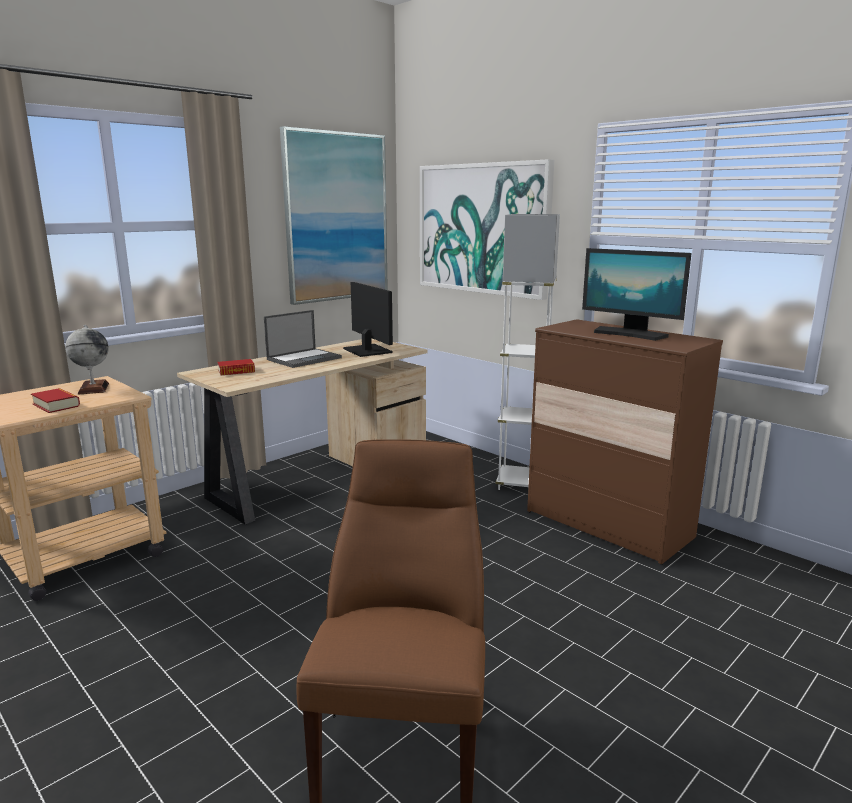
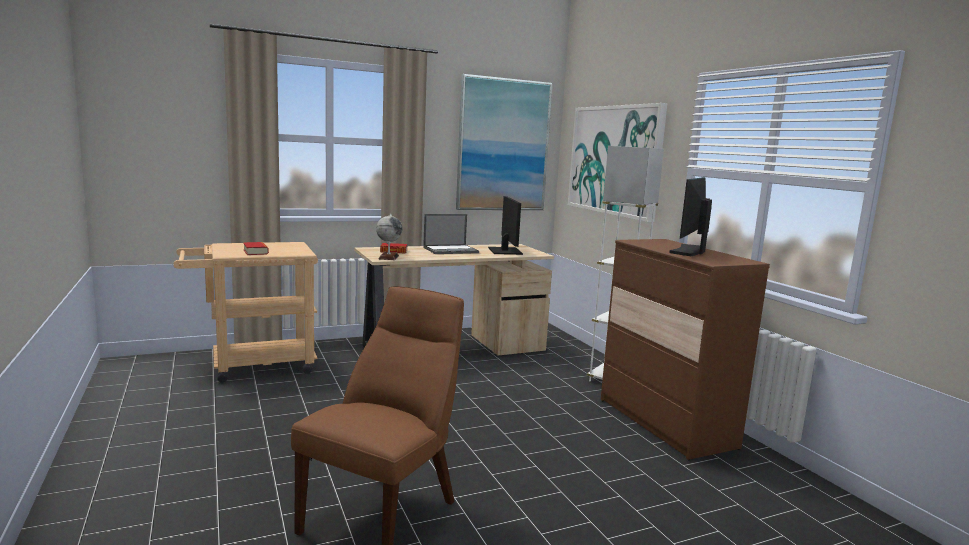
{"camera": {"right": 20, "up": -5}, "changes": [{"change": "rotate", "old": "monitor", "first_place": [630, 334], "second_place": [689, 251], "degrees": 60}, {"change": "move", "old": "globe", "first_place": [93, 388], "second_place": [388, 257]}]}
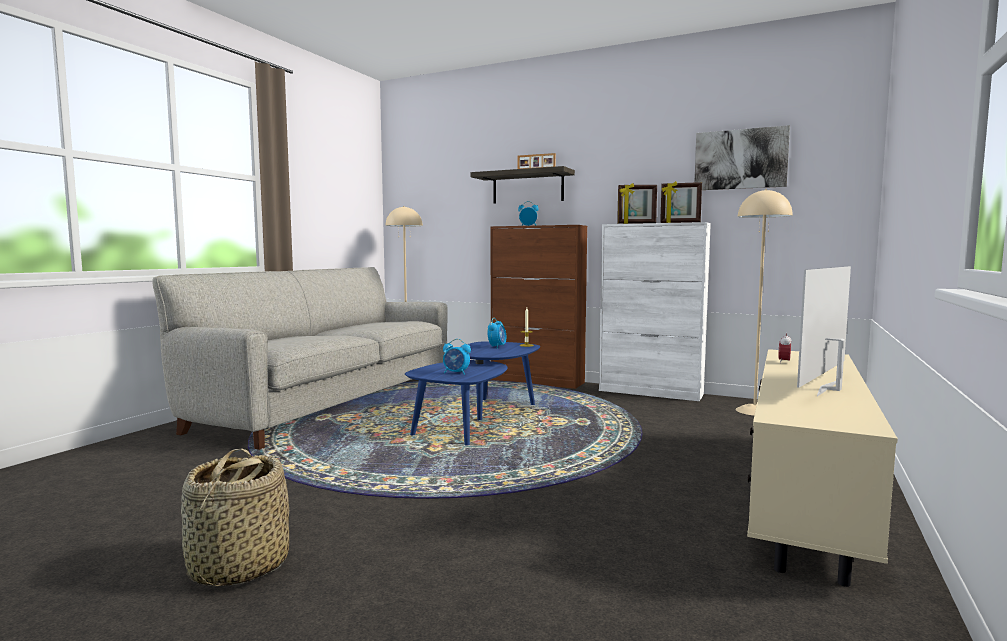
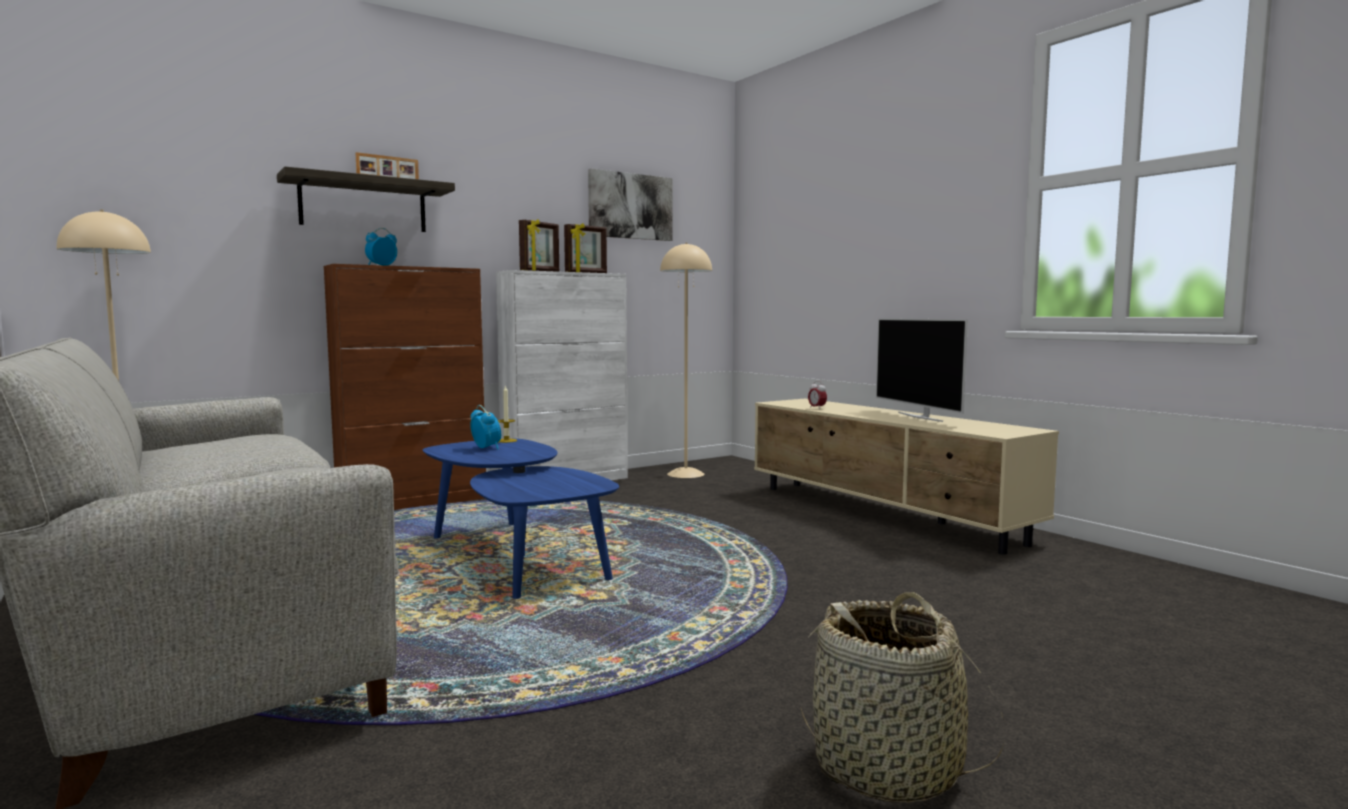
{"camera": {"right": -60, "up": 0}, "changes": [{"change": "delete", "old": "alarm clock", "first_place": [456, 373]}]}
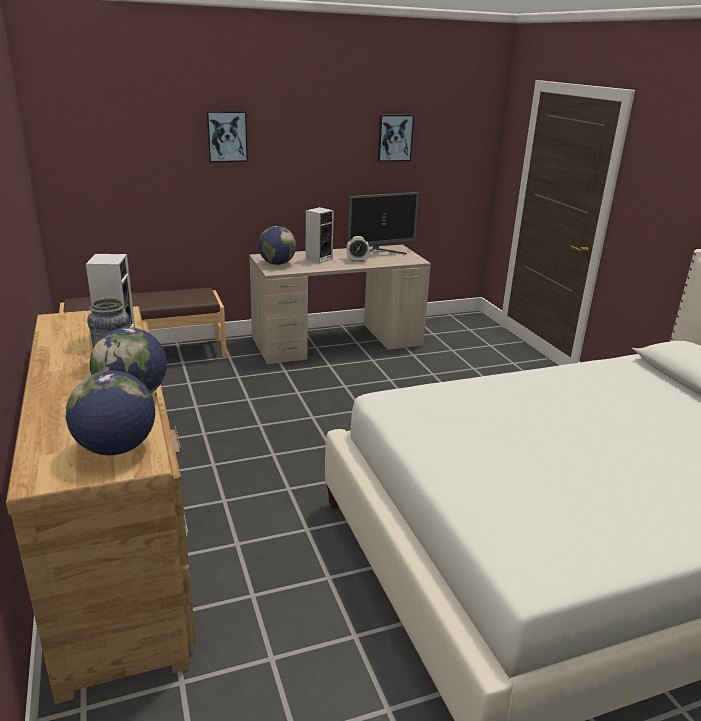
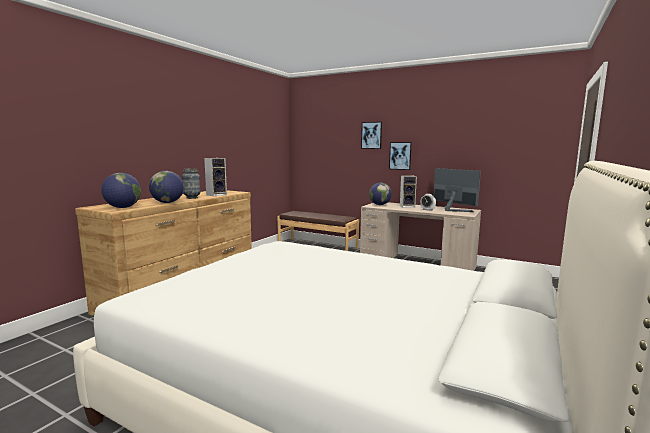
{"camera": {"right": 50, "up": -15}, "changes": [{"change": "move", "old": "picture", "first_place": [395, 138], "second_place": [400, 156]}, {"change": "rotate", "old": "monitor", "first_place": [380, 253], "second_place": [452, 210], "degrees": -150}]}
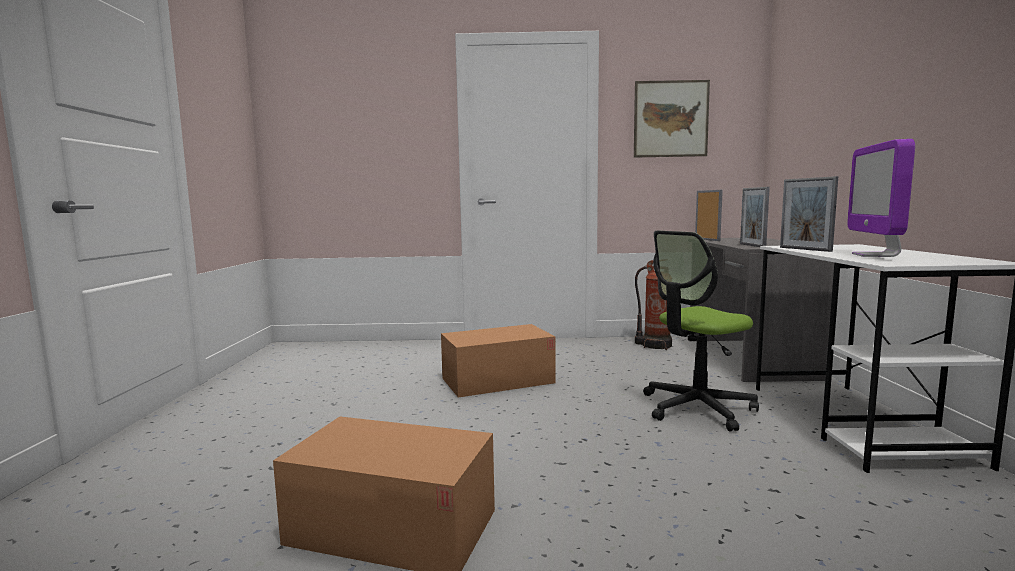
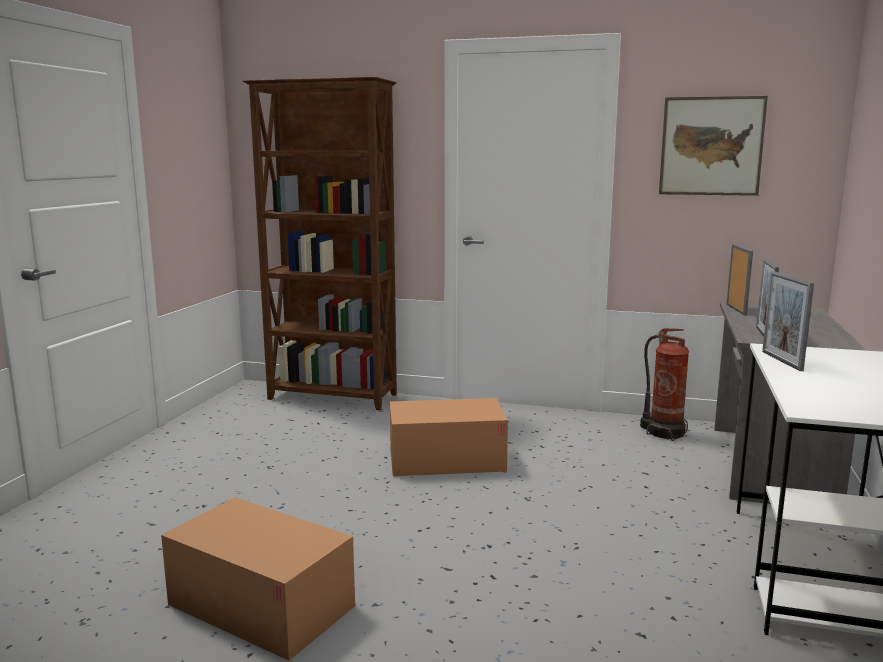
{"camera": {"right": 15, "up": 5}, "changes": [{"change": "delete", "old": "monitor", "first_place": [875, 255]}, {"change": "delete", "old": "office chair", "first_place": [697, 408]}, {"change": "insert", "new": "bookcase (brown)", "second_place": [333, 397]}]}
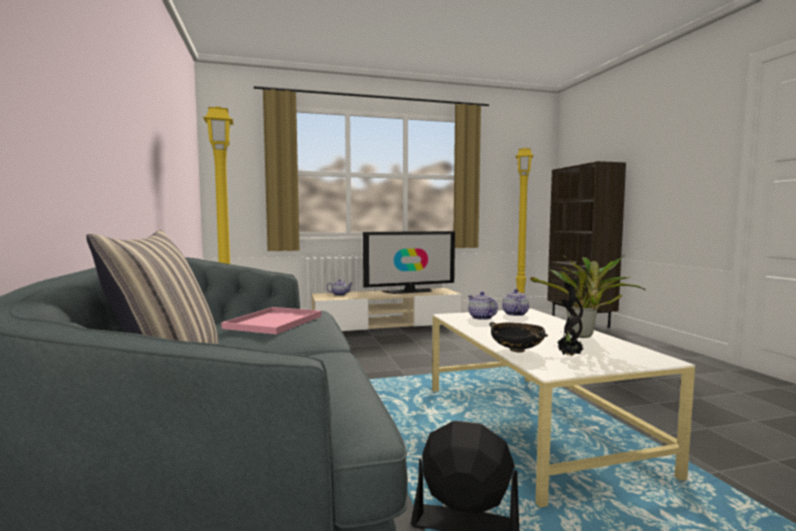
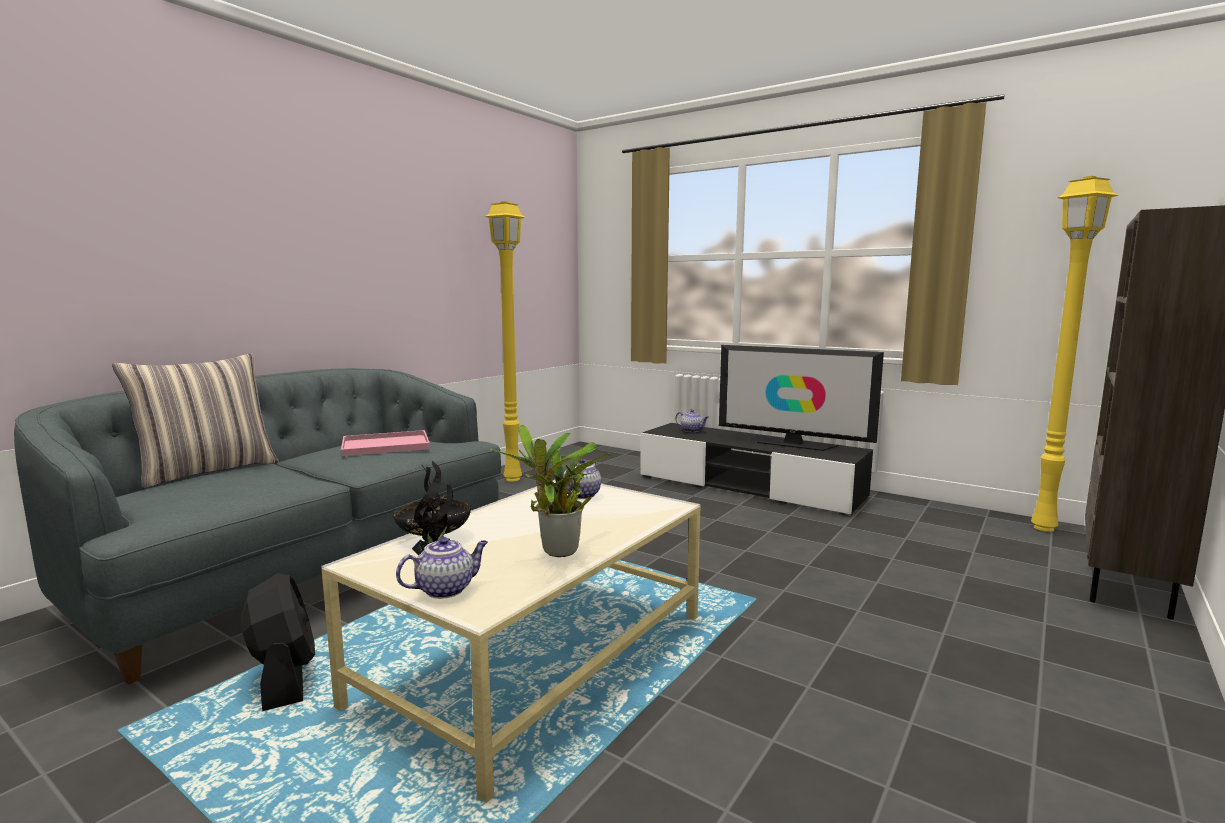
{"camera": {"right": 50, "up": 5}, "changes": [{"change": "recolor", "old": "tv stand (beige)", "new": "tv stand (black)", "first_place": [386, 325], "second_place": [748, 487]}, {"change": "move", "old": "teapot", "first_place": [514, 314], "second_place": [446, 589]}]}
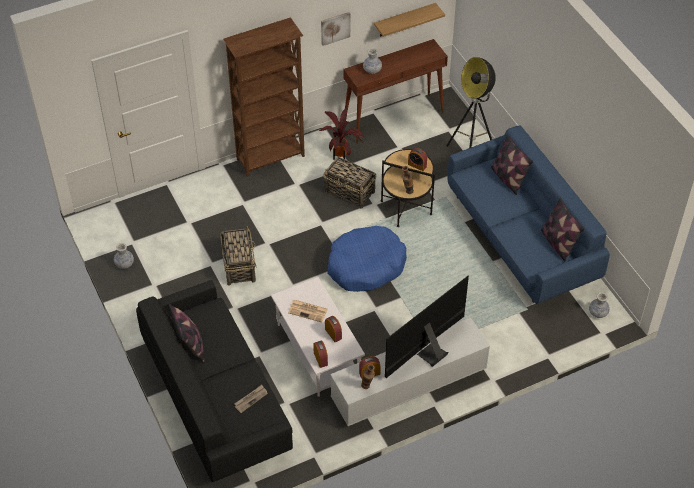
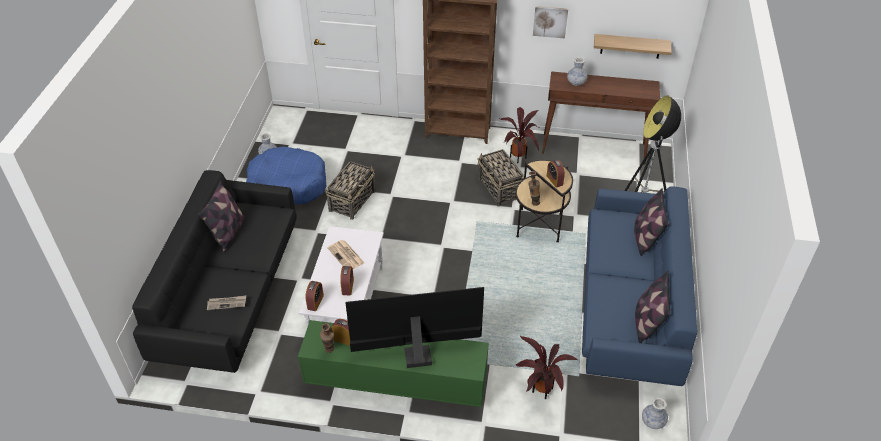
{"camera": {"right": 35, "up": -5}, "changes": [{"change": "move", "old": "dog bed (blue)", "first_place": [365, 266], "second_place": [288, 184]}, {"change": "recolor", "old": "tv stand (white)", "new": "tv stand (green)", "first_place": [407, 388], "second_place": [395, 382]}, {"change": "insert", "new": "potted plant", "second_place": [540, 391]}]}
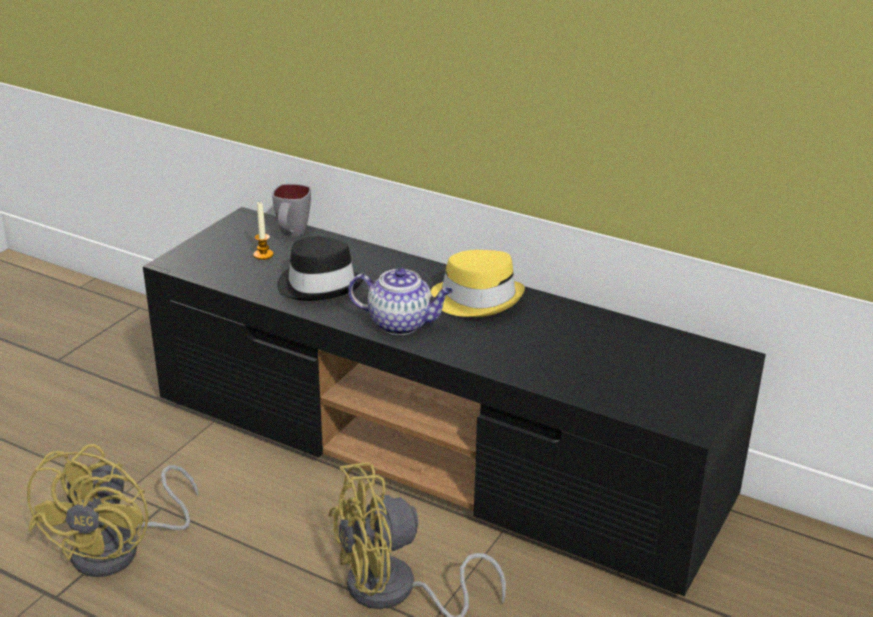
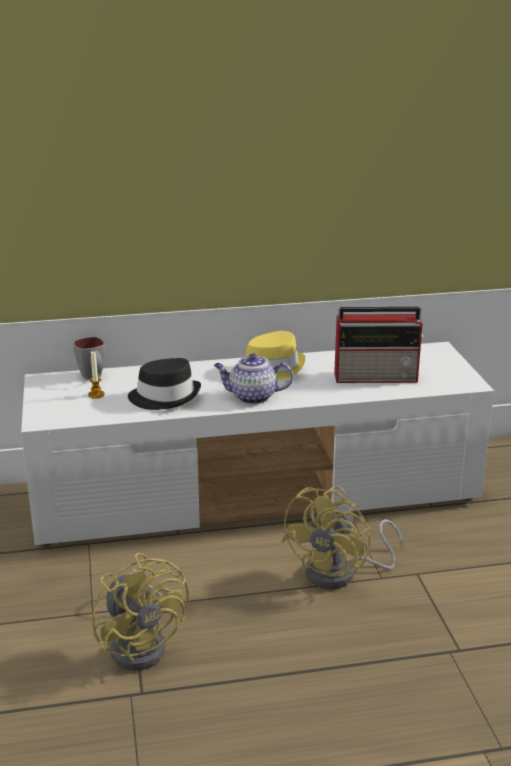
{"camera": {"right": -40, "up": -5}, "changes": [{"change": "recolor", "old": "tv stand (black)", "new": "tv stand (white)", "first_place": [438, 452], "second_place": [258, 494]}, {"change": "rotate", "old": "teapot", "first_place": [402, 324], "second_place": [252, 397], "degrees": -150}, {"change": "insert", "new": "radio", "second_place": [377, 377]}]}
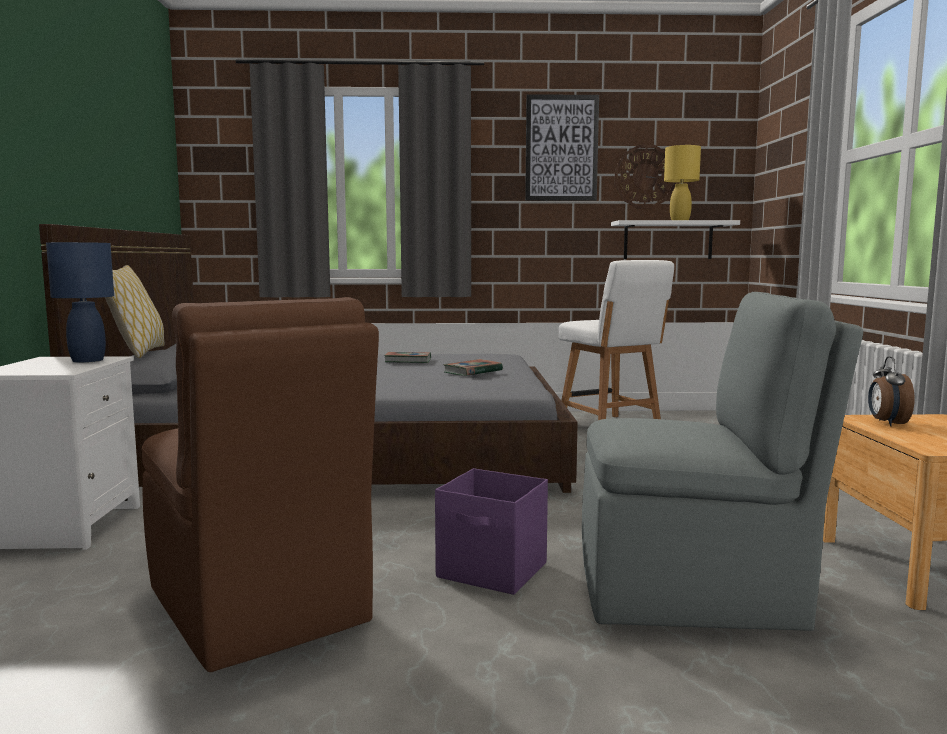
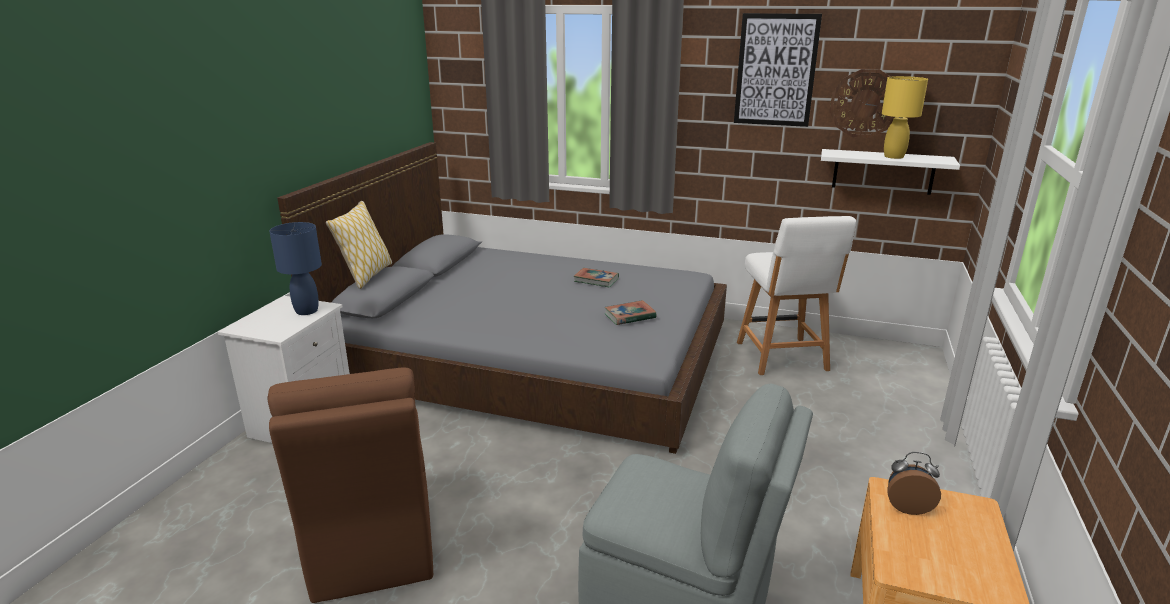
{"camera": {"right": 20, "up": 15}, "changes": [{"change": "rotate", "old": "alarm clock", "first_place": [886, 423], "second_place": [907, 506], "degrees": 75}, {"change": "delete", "old": "storage box (purple)", "first_place": [493, 571]}]}
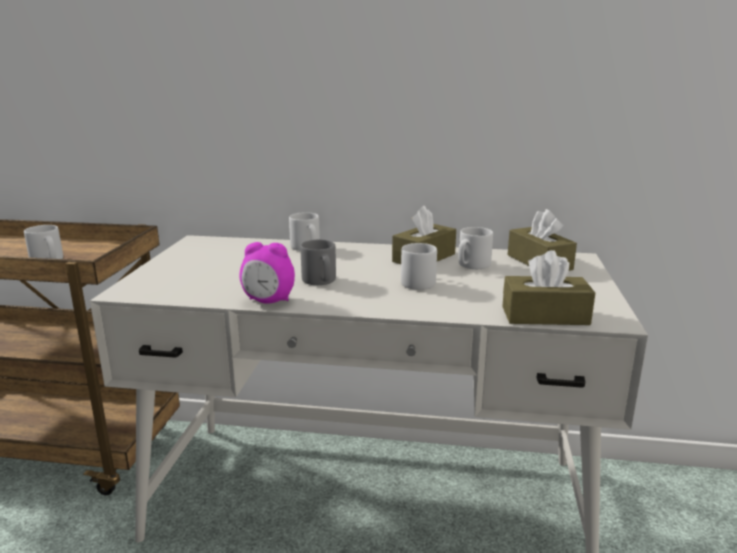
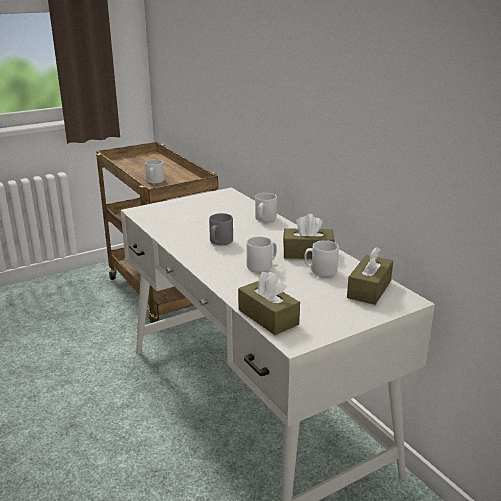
{"camera": {"right": 50, "up": 5}, "changes": [{"change": "delete", "old": "alarm clock", "first_place": [268, 301]}]}
